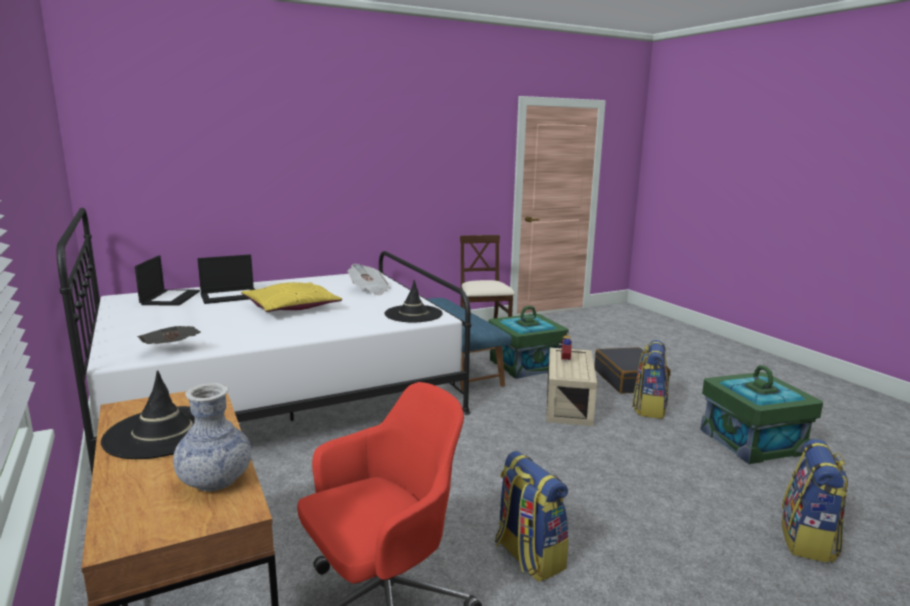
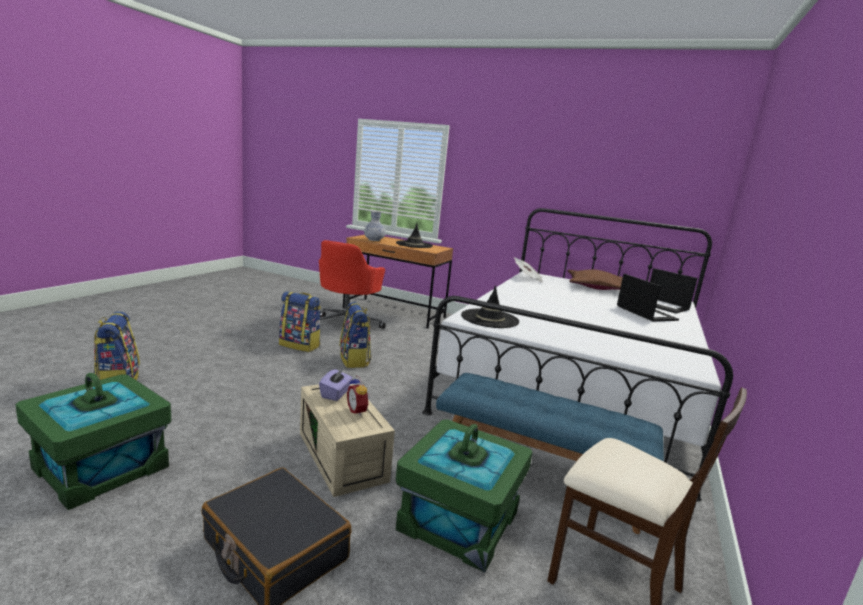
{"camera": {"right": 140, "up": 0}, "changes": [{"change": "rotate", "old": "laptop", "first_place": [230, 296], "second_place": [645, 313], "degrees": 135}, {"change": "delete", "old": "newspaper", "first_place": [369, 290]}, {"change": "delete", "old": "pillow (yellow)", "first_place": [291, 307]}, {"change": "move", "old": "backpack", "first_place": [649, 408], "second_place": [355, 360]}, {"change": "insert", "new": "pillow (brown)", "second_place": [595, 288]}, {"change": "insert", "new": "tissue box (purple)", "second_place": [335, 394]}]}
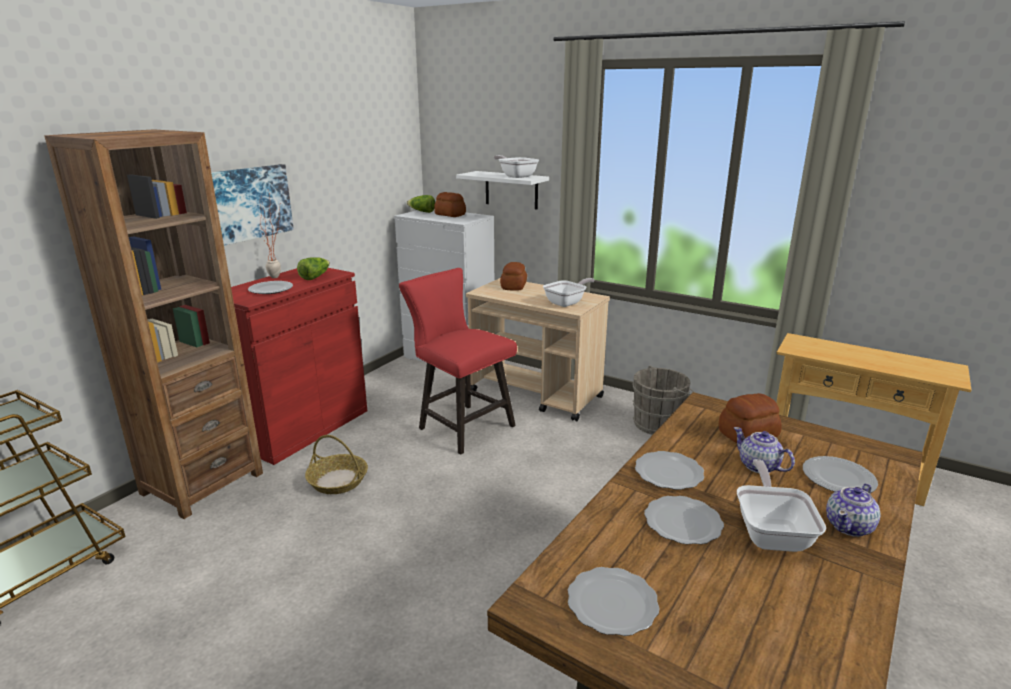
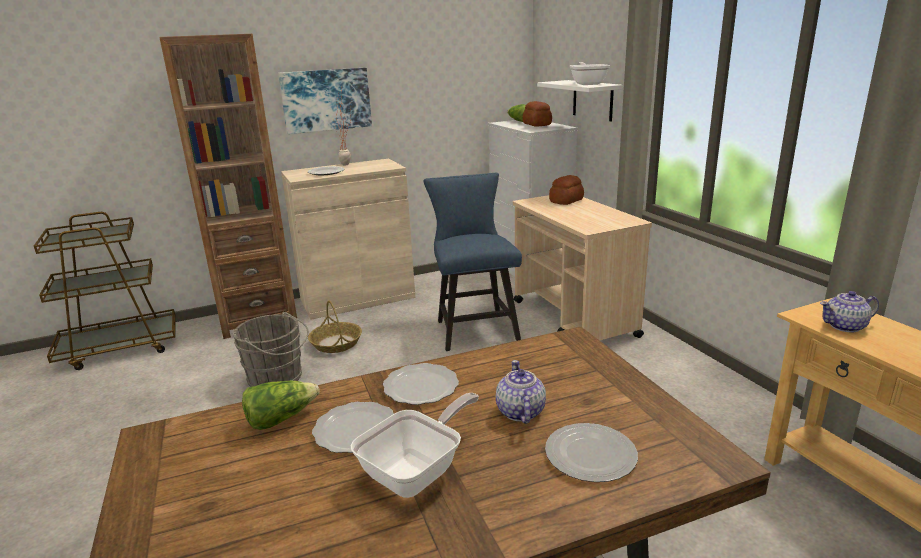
{"camera": {"right": 35, "up": 0}, "changes": [{"change": "move", "old": "lettuce", "first_place": [315, 277], "second_place": [281, 418]}, {"change": "recolor", "old": "cabinet (red)", "new": "cabinet (beige)", "first_place": [303, 428], "second_place": [357, 298]}, {"change": "recolor", "old": "chair (red)", "new": "chair (blue)", "first_place": [461, 425], "second_place": [474, 328]}, {"change": "delete", "old": "frying pan", "first_place": [567, 302]}, {"change": "move", "old": "bucket (grey)", "first_place": [660, 424], "second_place": [278, 379]}, {"change": "delete", "old": "bread", "first_place": [747, 434]}, {"change": "move", "old": "teapot", "first_place": [849, 526], "second_place": [845, 326]}, {"change": "delete", "old": "plate", "first_place": [613, 603]}]}
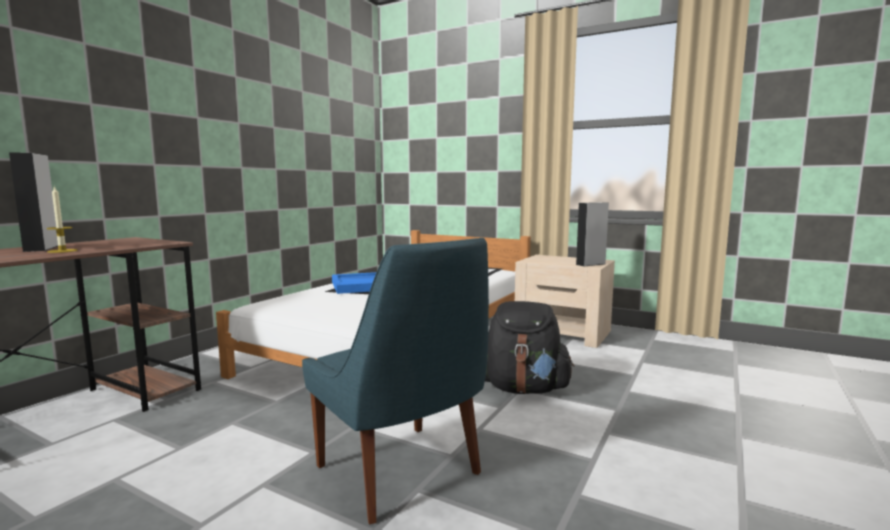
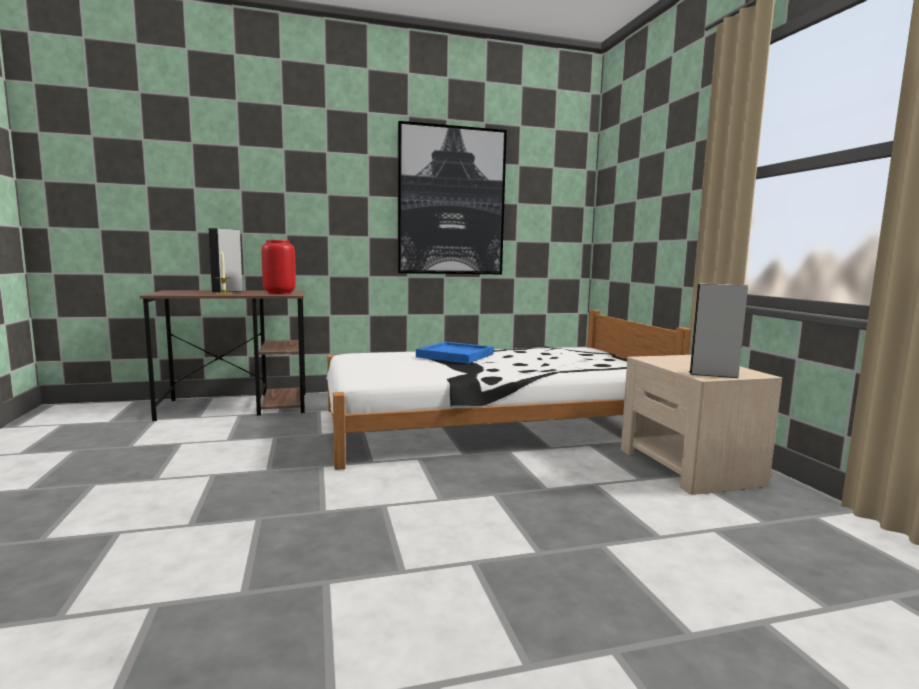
{"camera": {"right": 45, "up": 0}, "changes": [{"change": "delete", "old": "chair (blue)", "first_place": [401, 473]}, {"change": "delete", "old": "backpack (black)", "first_place": [523, 389]}, {"change": "insert", "new": "picture", "second_place": [451, 201]}, {"change": "insert", "new": "vase (red)", "second_place": [279, 293]}]}
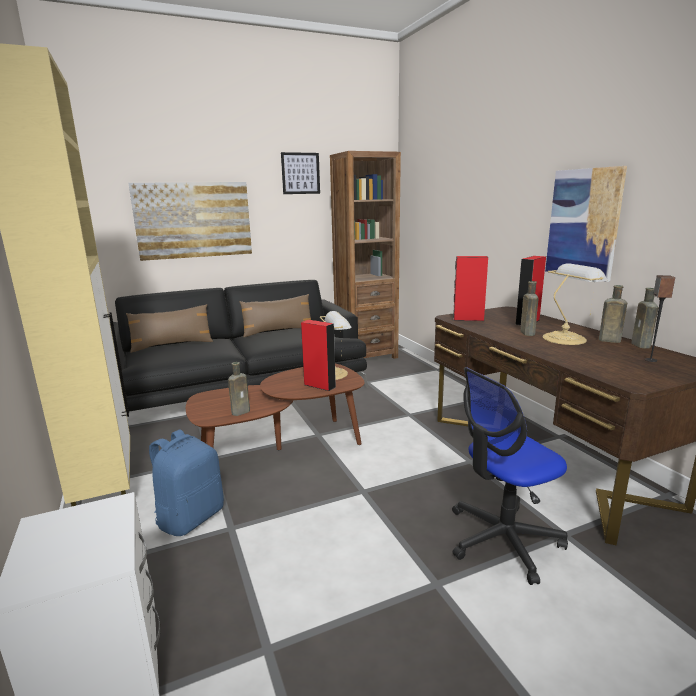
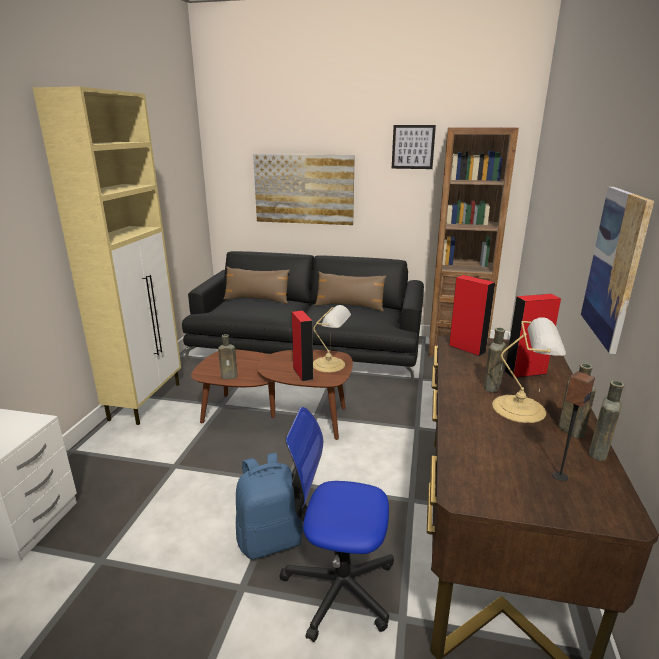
{"camera": {"right": 35, "up": 5}, "changes": [{"change": "move", "old": "backpack (blue)", "first_place": [190, 517], "second_place": [270, 539]}]}
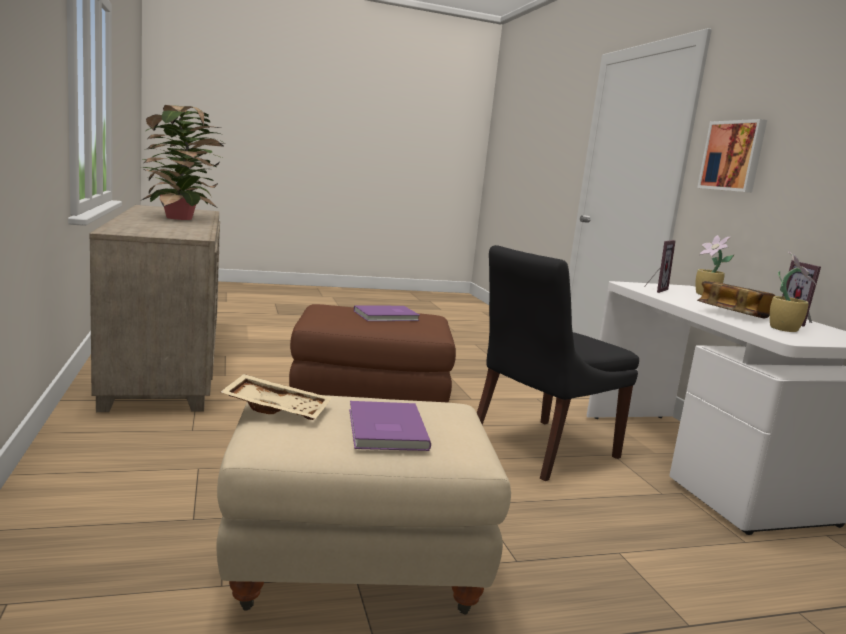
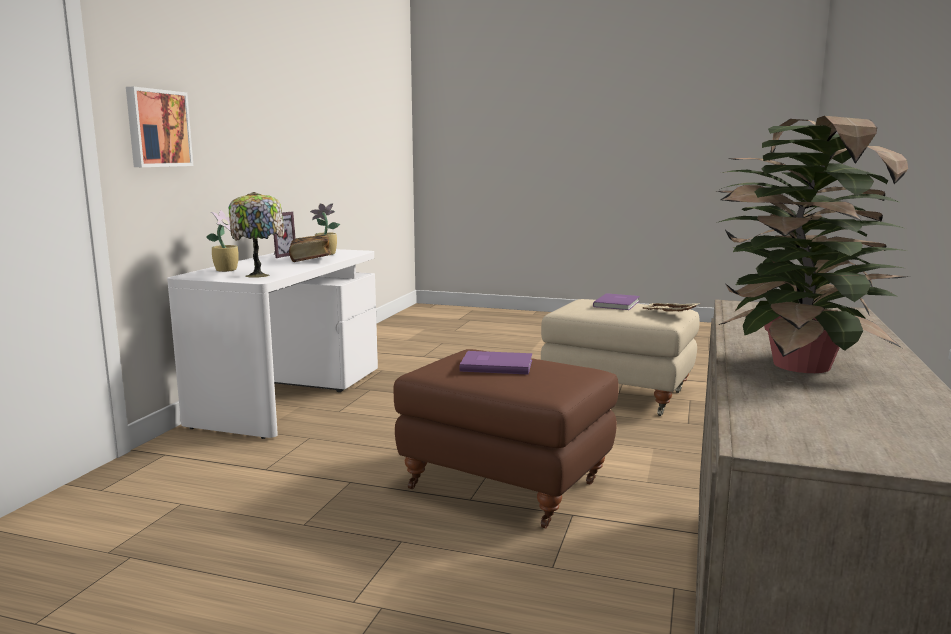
{"camera": {"right": -145, "up": 0}, "changes": [{"change": "replace", "old": "picture frame", "new": "table lamp", "first_place": [653, 289], "second_place": [259, 275]}, {"change": "delete", "old": "chair (black)", "first_place": [540, 449]}]}
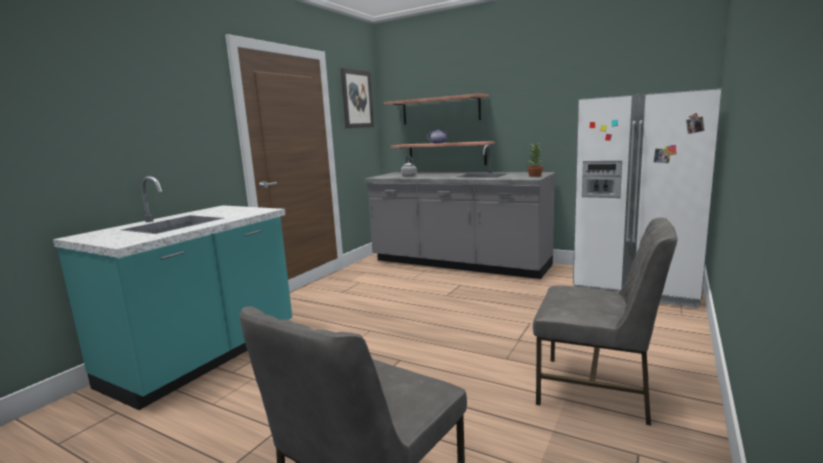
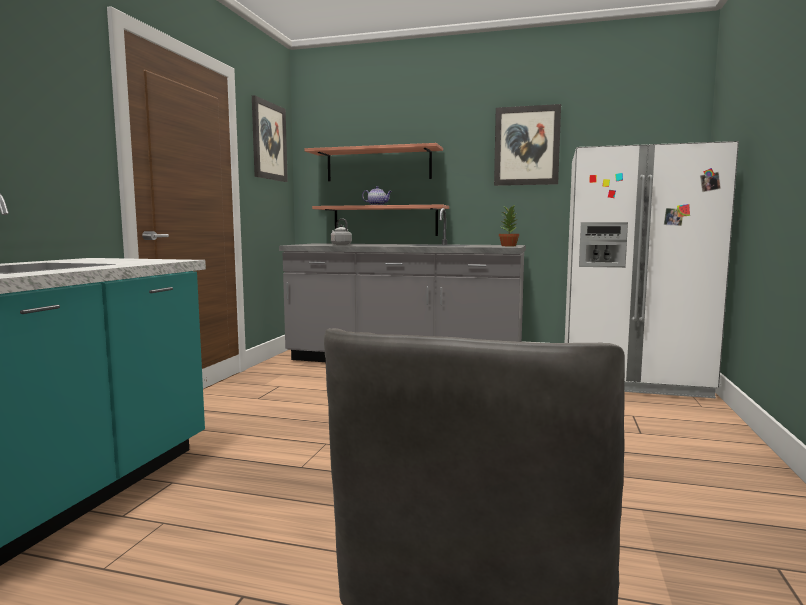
{"camera": {"right": -15, "up": -5}, "changes": [{"change": "delete", "old": "chair (grey)", "first_place": [597, 390]}, {"change": "insert", "new": "picture", "second_place": [526, 146]}]}
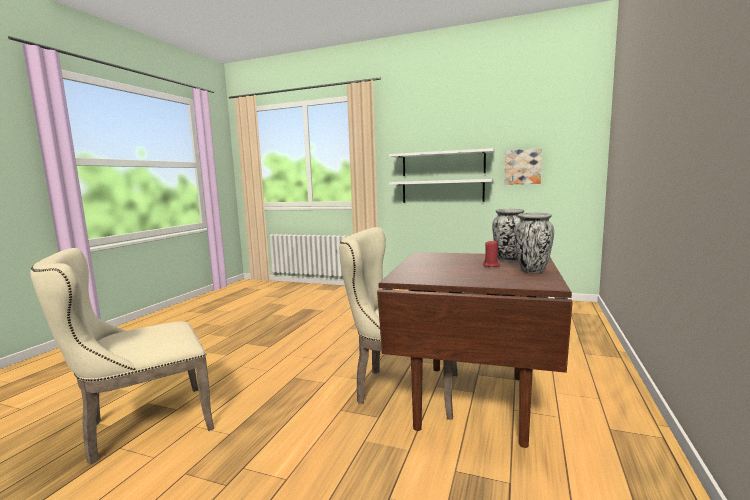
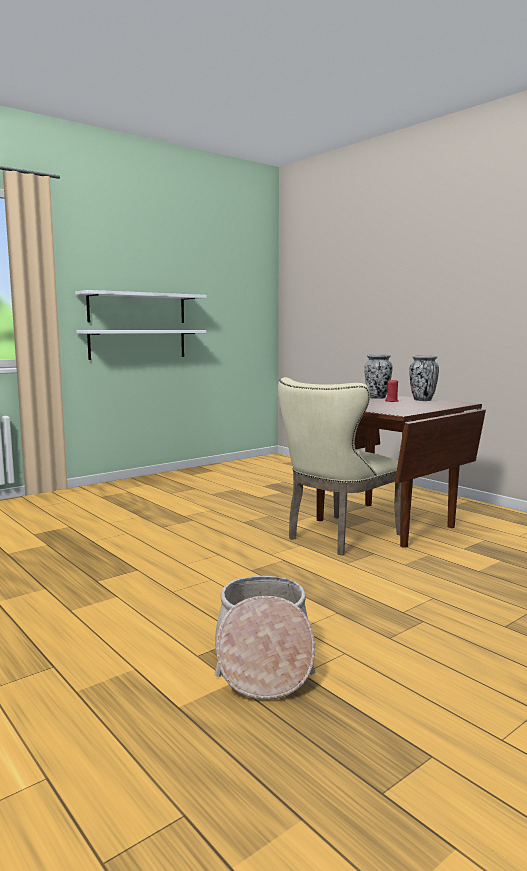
{"camera": {"right": -60, "up": 0}, "changes": [{"change": "delete", "old": "picture", "first_place": [522, 166]}, {"change": "replace", "old": "chair (beige)", "new": "basket", "first_place": [141, 426], "second_place": [263, 660]}]}
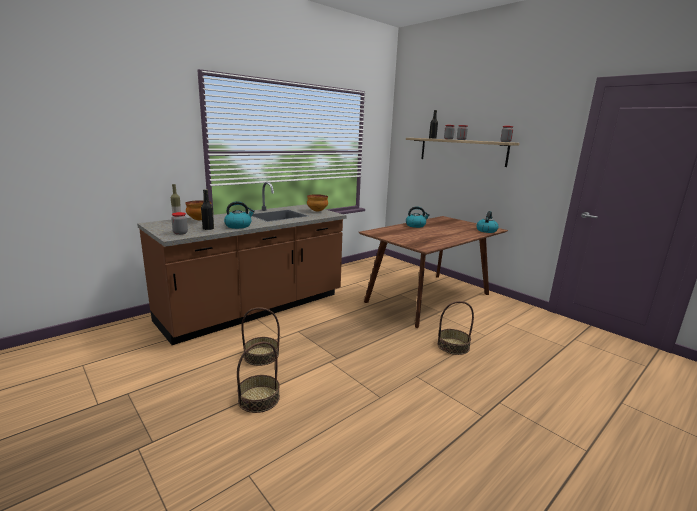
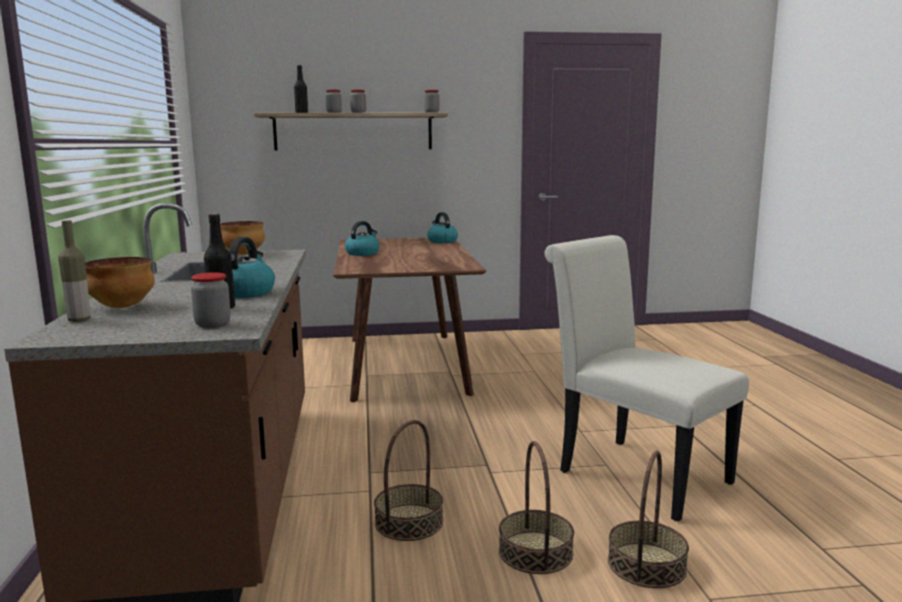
{"camera": {"right": -55, "up": -5}, "changes": [{"change": "move", "old": "basket", "first_place": [453, 346], "second_place": [647, 565]}, {"change": "insert", "new": "chair (white)", "second_place": [634, 473]}]}
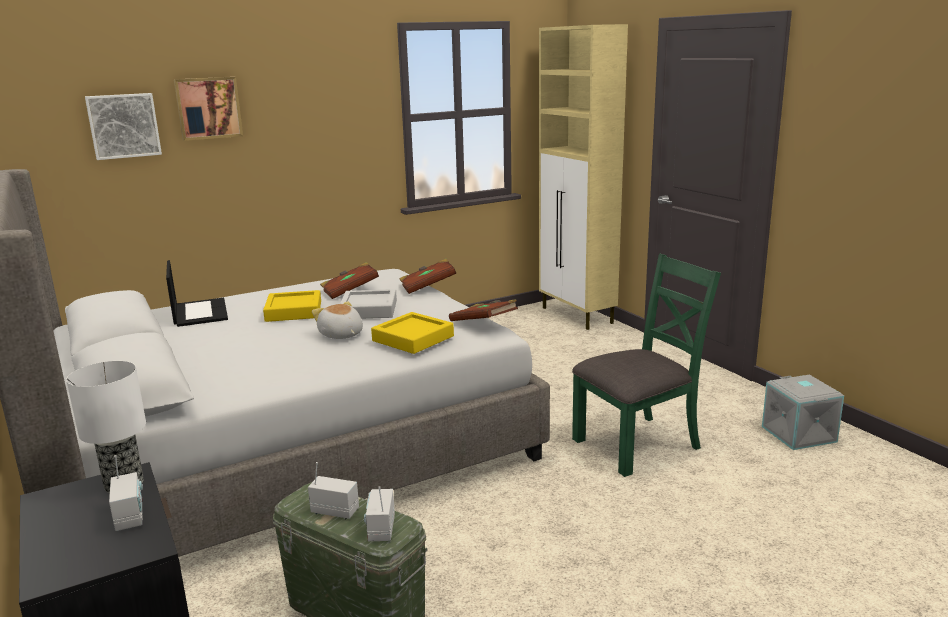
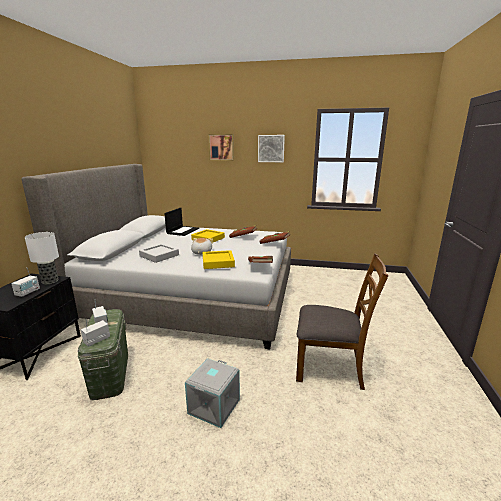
{"camera": {"right": 40, "up": 0}, "changes": [{"change": "delete", "old": "cabinet (beige)", "first_place": [577, 316]}, {"change": "move", "old": "picture", "first_place": [123, 126], "second_place": [271, 148]}, {"change": "recolor", "old": "chair (green)", "new": "chair (brown)", "first_place": [638, 443], "second_place": [330, 367]}, {"change": "move", "old": "tray (grey)", "first_place": [368, 310], "second_place": [159, 255]}, {"change": "move", "old": "storage box (grey)", "first_place": [800, 434], "second_place": [214, 407]}]}
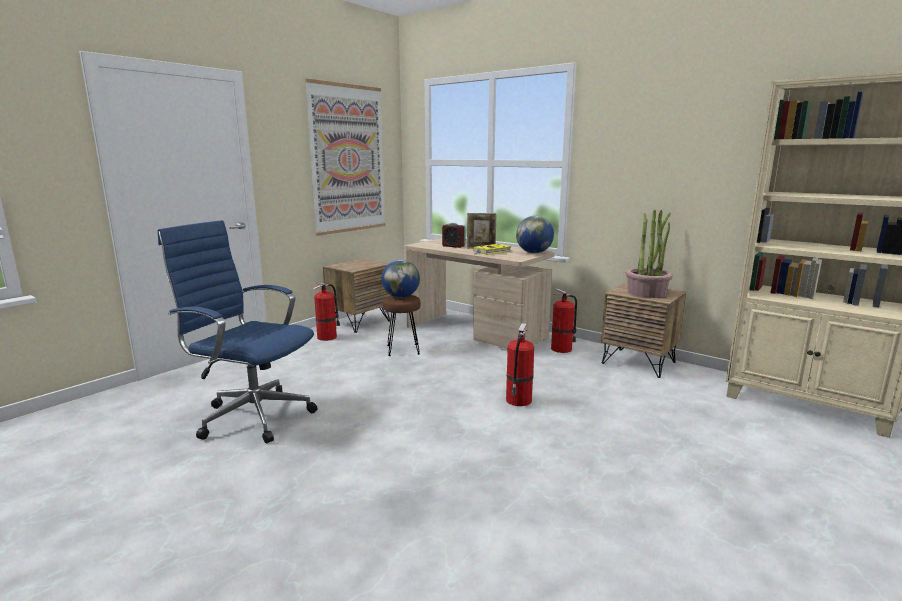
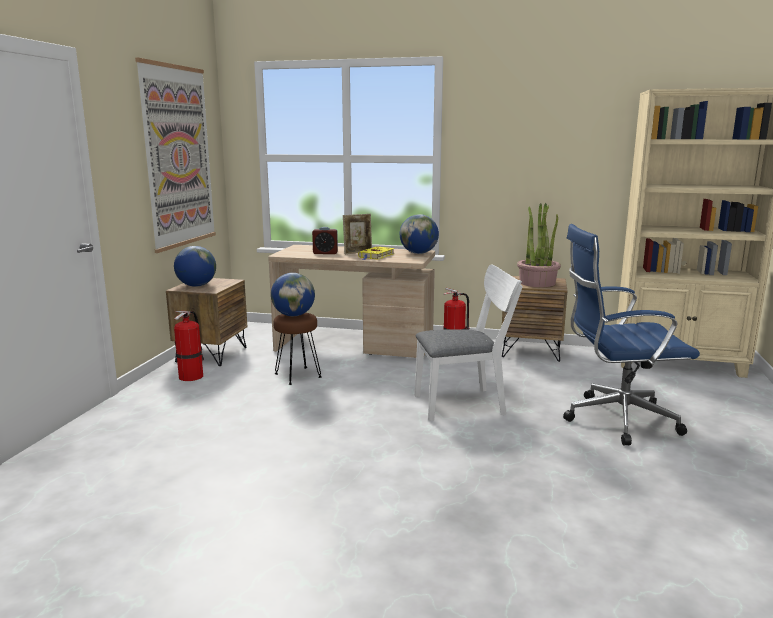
{"camera": {"right": -25, "up": 0}, "changes": [{"change": "move", "old": "office chair (blue)", "first_place": [252, 416], "second_place": [615, 420]}, {"change": "replace", "old": "fire extinguisher", "new": "chair (white)", "first_place": [518, 401], "second_place": [466, 404]}, {"change": "insert", "new": "globe", "second_place": [196, 286]}]}
